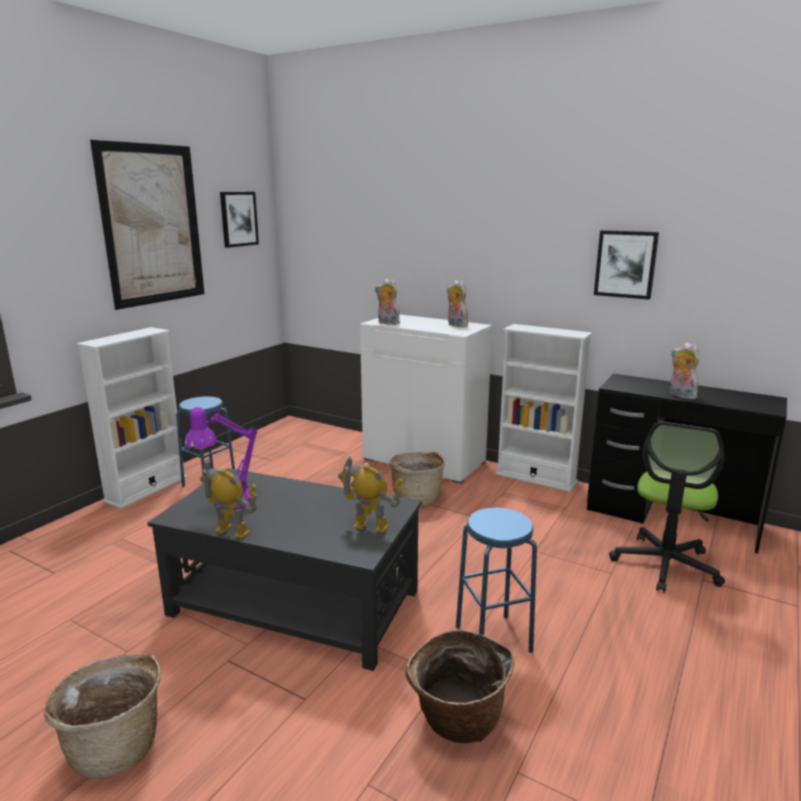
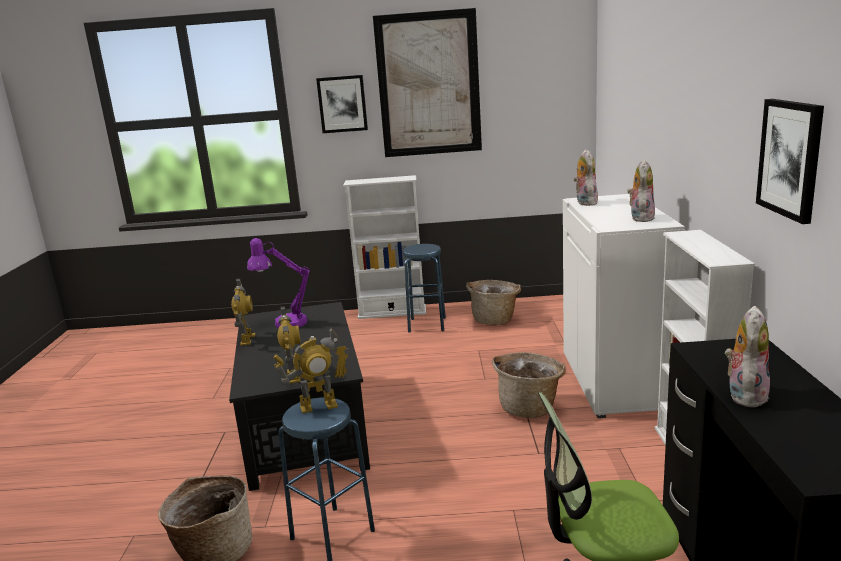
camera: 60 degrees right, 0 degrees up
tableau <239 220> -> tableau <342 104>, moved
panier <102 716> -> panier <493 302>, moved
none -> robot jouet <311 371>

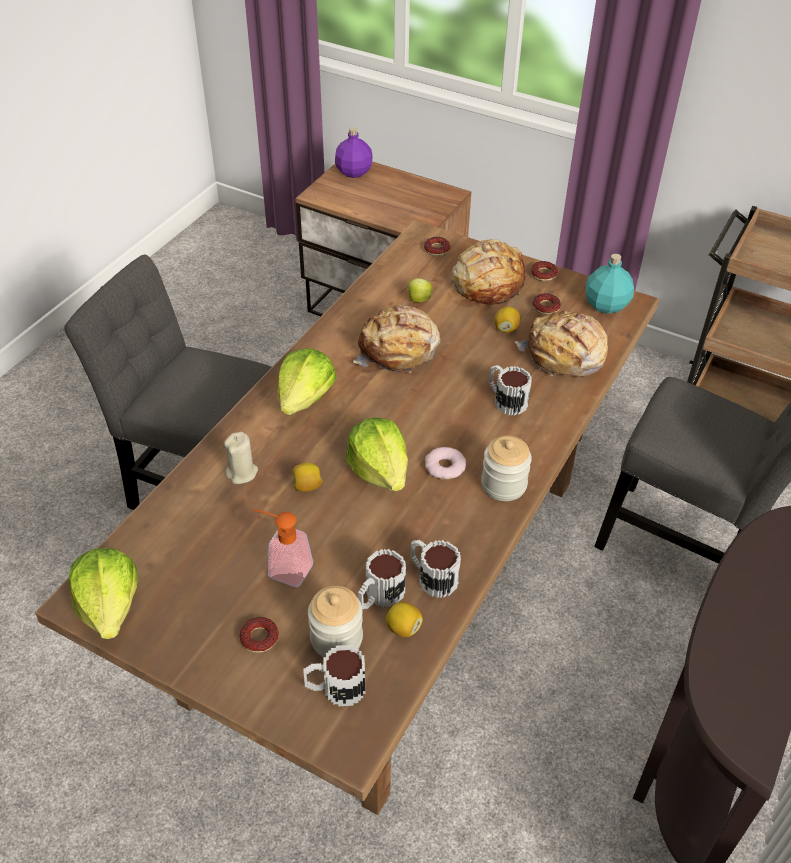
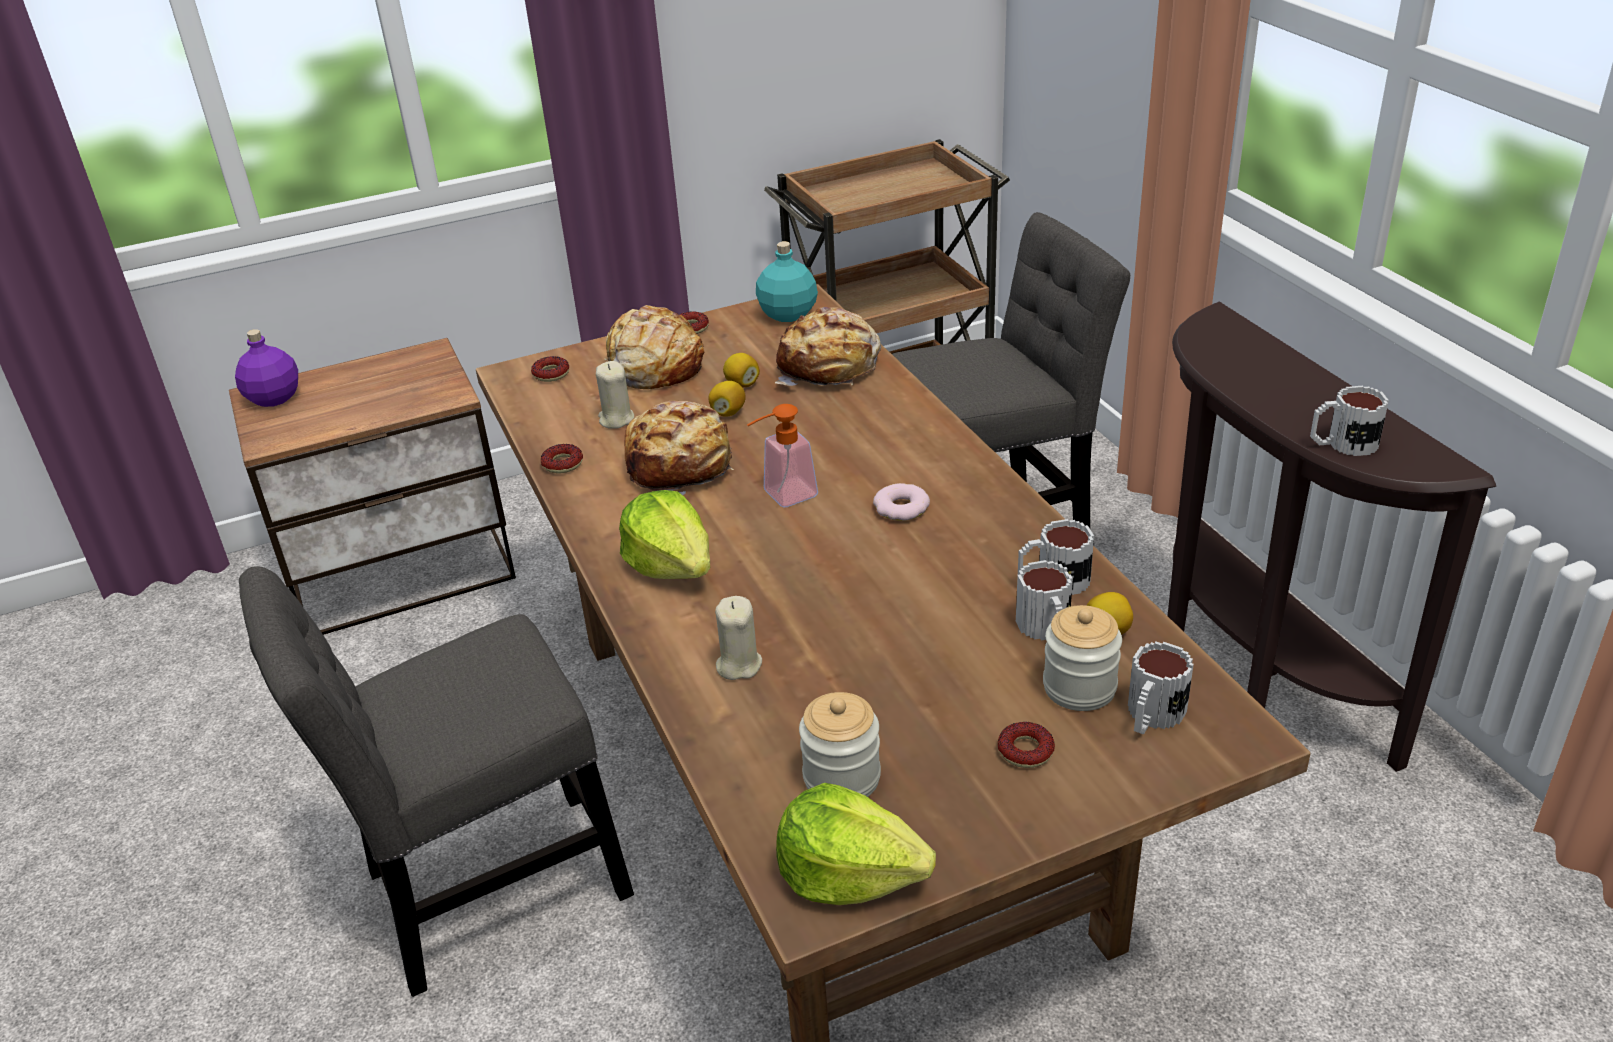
camera: 50 degrees left, 10 degrees down
pomme <419 290> -> bougie (beige) <615 395>
beignet <546 304> -> beignet <562 459>, moved
mug <510 390> -> mug <1349 421>, moved
laitue <376 454> -> none
bocal <506 468> -> bocal <840 744>, moved
citron <307 477> -> citron <727 398>, moved
distributeur de savon <283 548> -> distributeur de savon <782 455>, moved

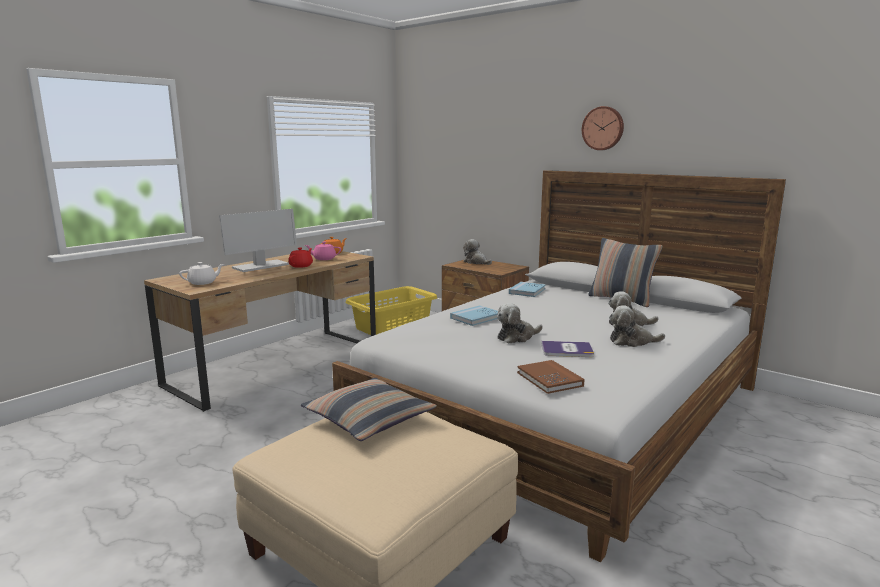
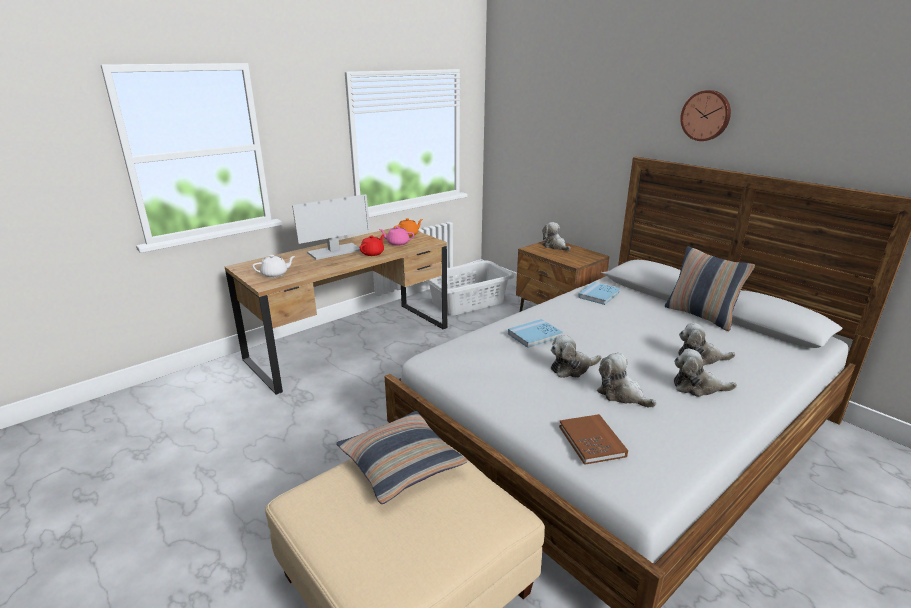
camera: 10 degrees right, 10 degrees up
panier à linge (jaune) <391 310> -> panier à linge (gris) <470 288>
livre <567 349> -> peluche <627 380>

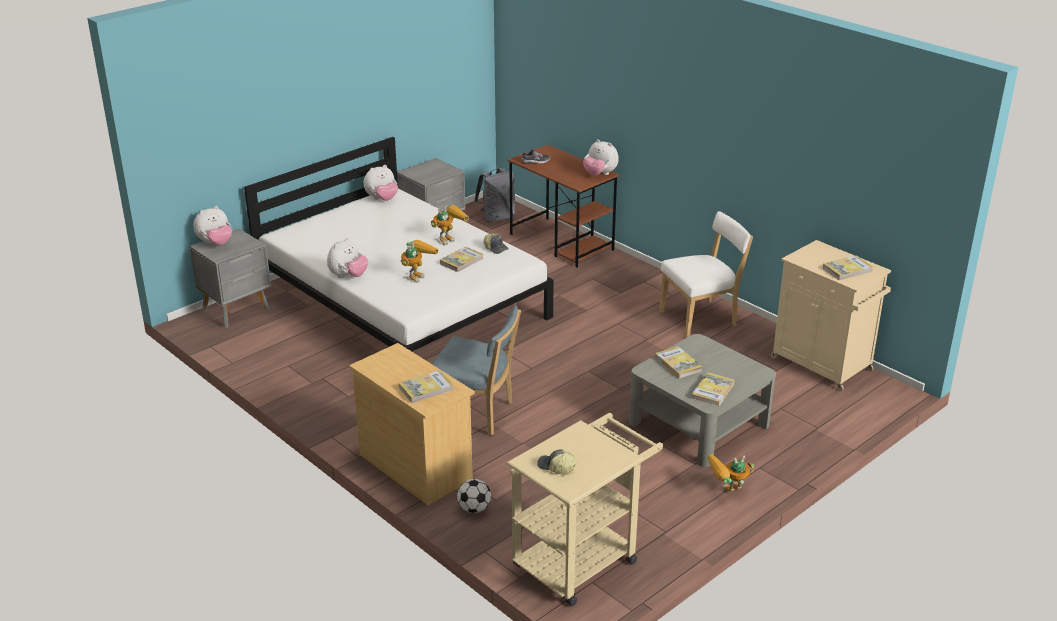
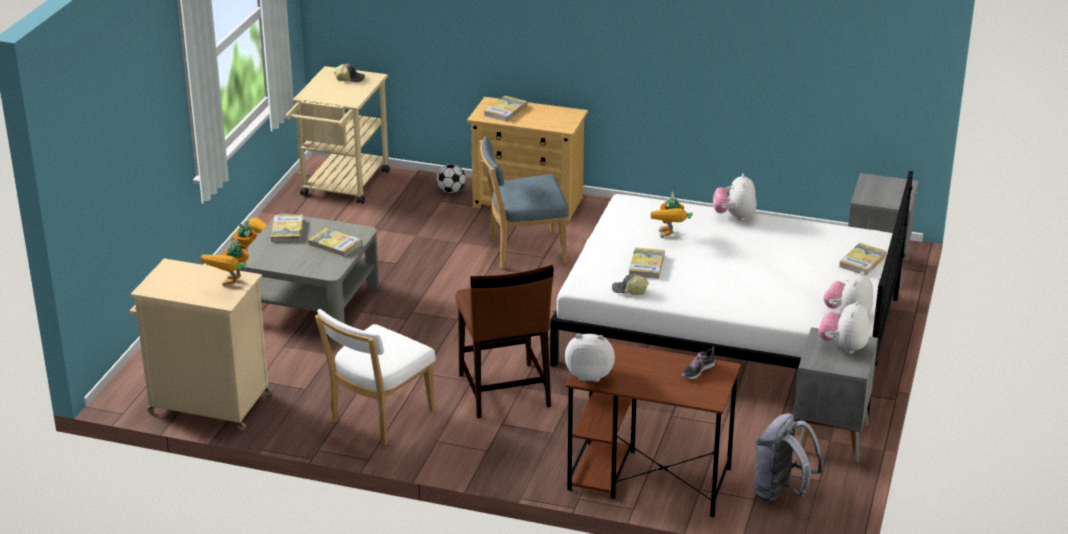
camera: 150 degrees right, 0 degrees up
robot jouet <450 225> -> robot jouet <224 261>, moved
peluche <212 225> -> peluche <843 327>, moved
livre <848 267> -> livre <863 259>, moved
none -> chaise (marron) <505 342>

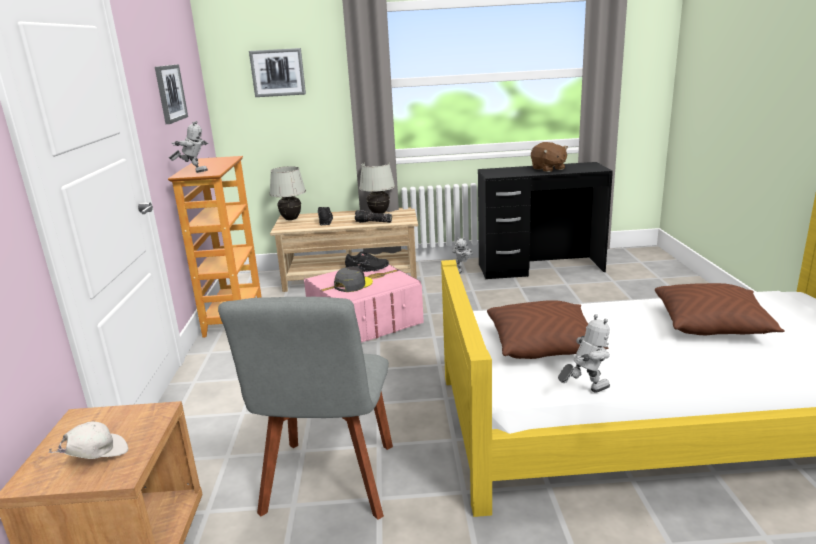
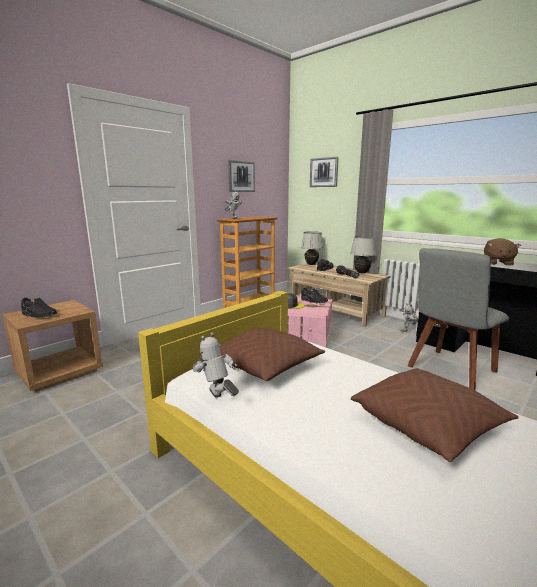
camera: 45 degrees right, 5 degrees down
chaise (gris) <305 408> -> chaise (gris) <458 319>, moved
robot jouet <584 353> -> robot jouet <216 365>, 150 degrees counterclockwise
casquette (blanc) <88 440> -> chaussure (noir) <39 308>

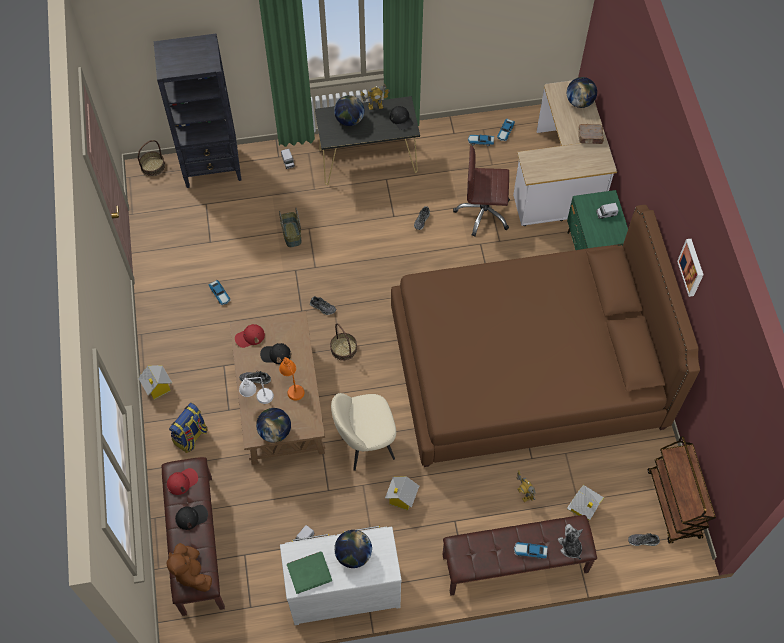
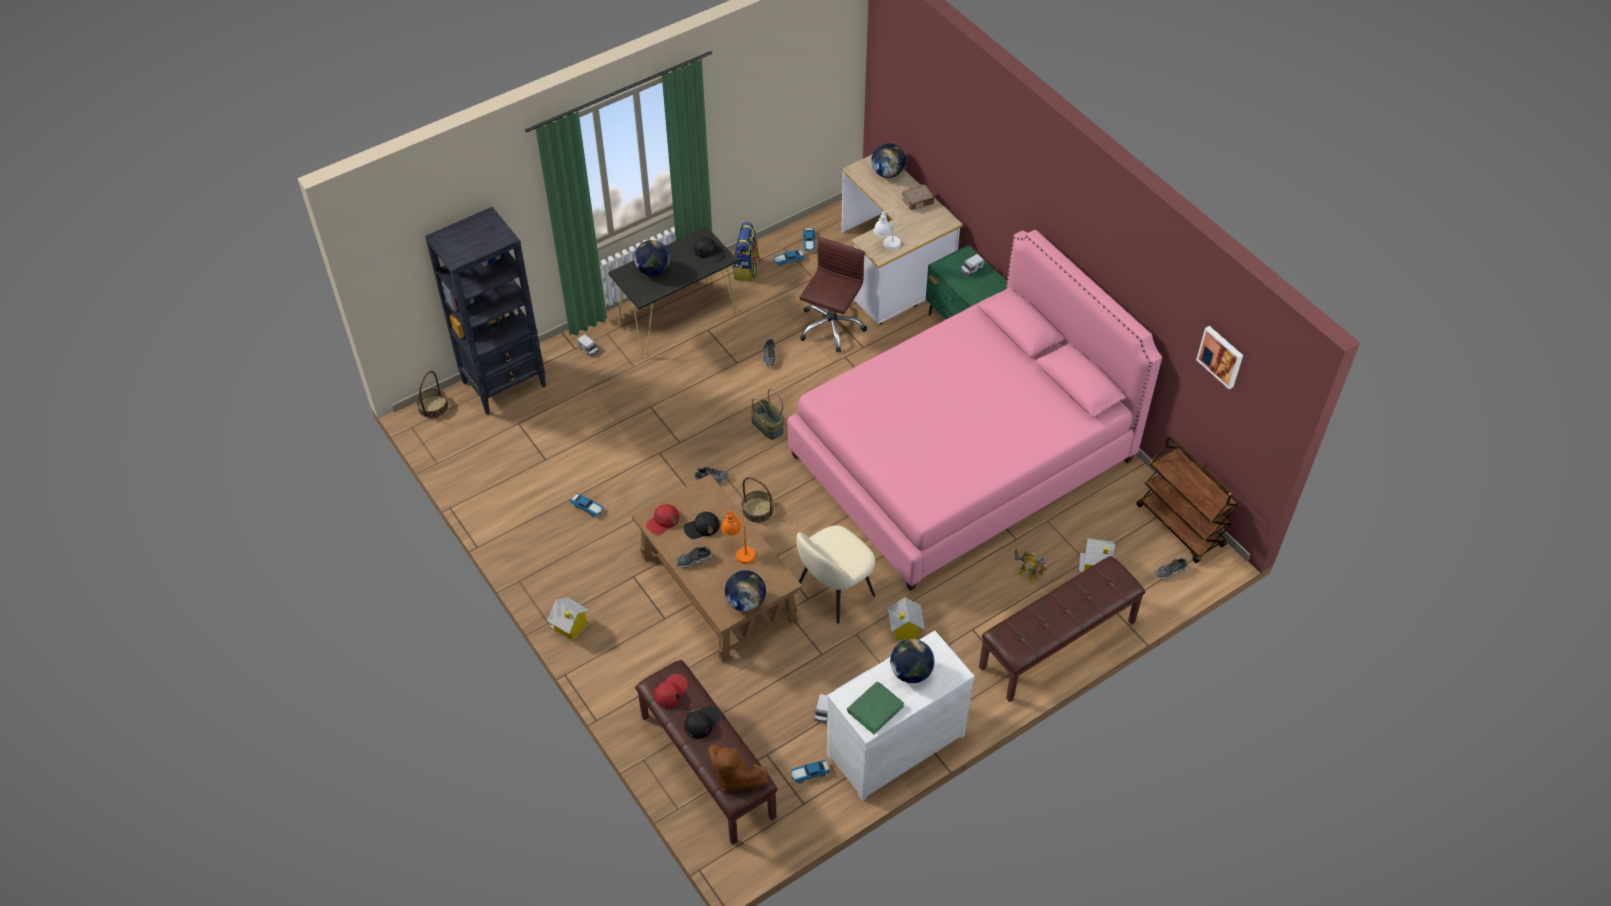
camera: 25 degrees left, 10 degrees down
robot jouet <375 96> -> none
chaise de bureau (marron) <481 191> -> chaise de bureau (marron) <833 294>, 135 degrees clockwise
lit (marron) <545 336> -> lit (rose) <974 410>
panier <290 227> -> panier <767 414>, moved
tableau <690 268> -> tableau <1219 357>, moved
lampe de table (blanc) <256 390> -> lampe de table (blanc) <887 230>, moved
sac à dos <188 428> -> sac à dos <746 251>, moved
peluche <570 542> -> none
petite voiture <531 550> -> petite voiture <810 771>, moved

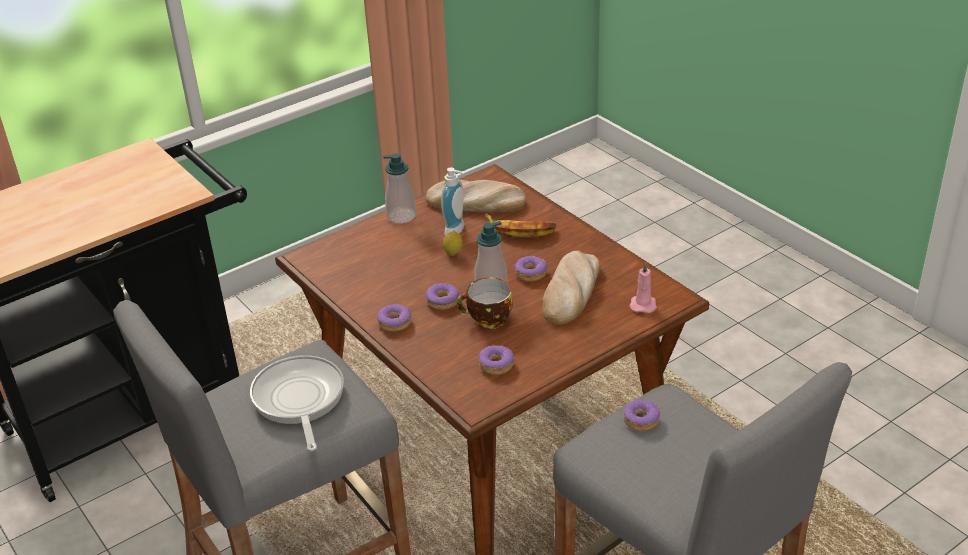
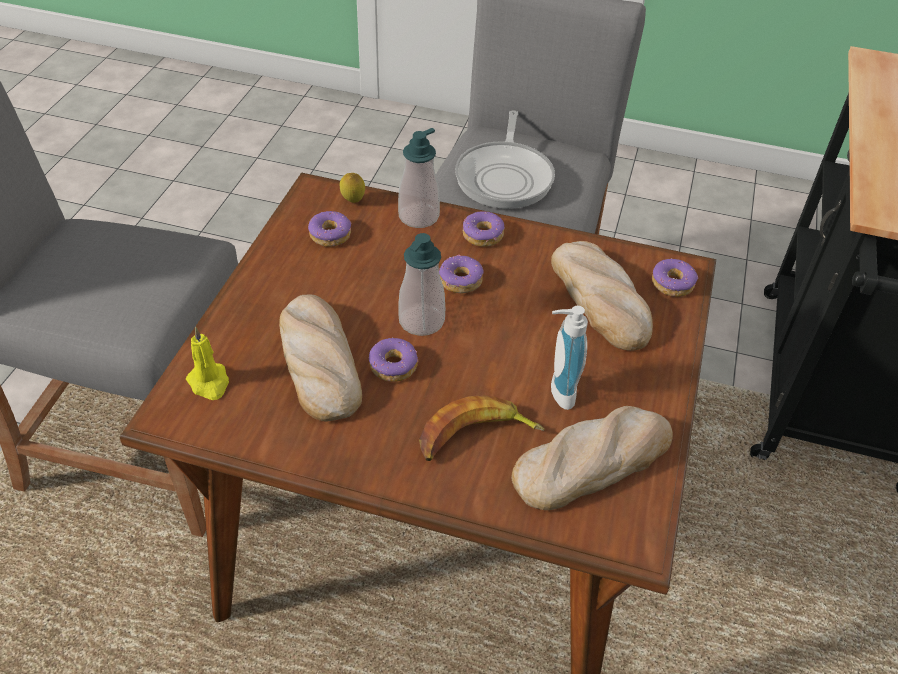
camera: 140 degrees right, 10 degrees up
distributeur de savon <399 188> -> distributeur de savon <419 178>, moved
citron <452 243> -> citron <352 188>, moved
bougie (rose) <643 287> -> bougie (jaune) <207 363>
tasse <485 303> -> none
poêle <297 403> -> poêle <505 160>, 60 degrees clockwise
beignet <641 415> -> beignet <675 278>, moved
none -> pain <602 296>

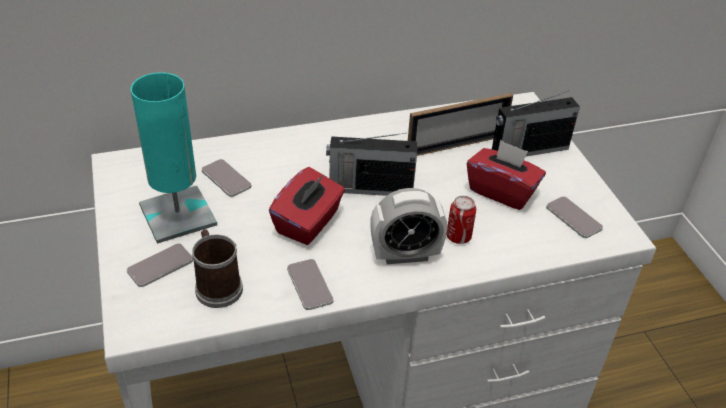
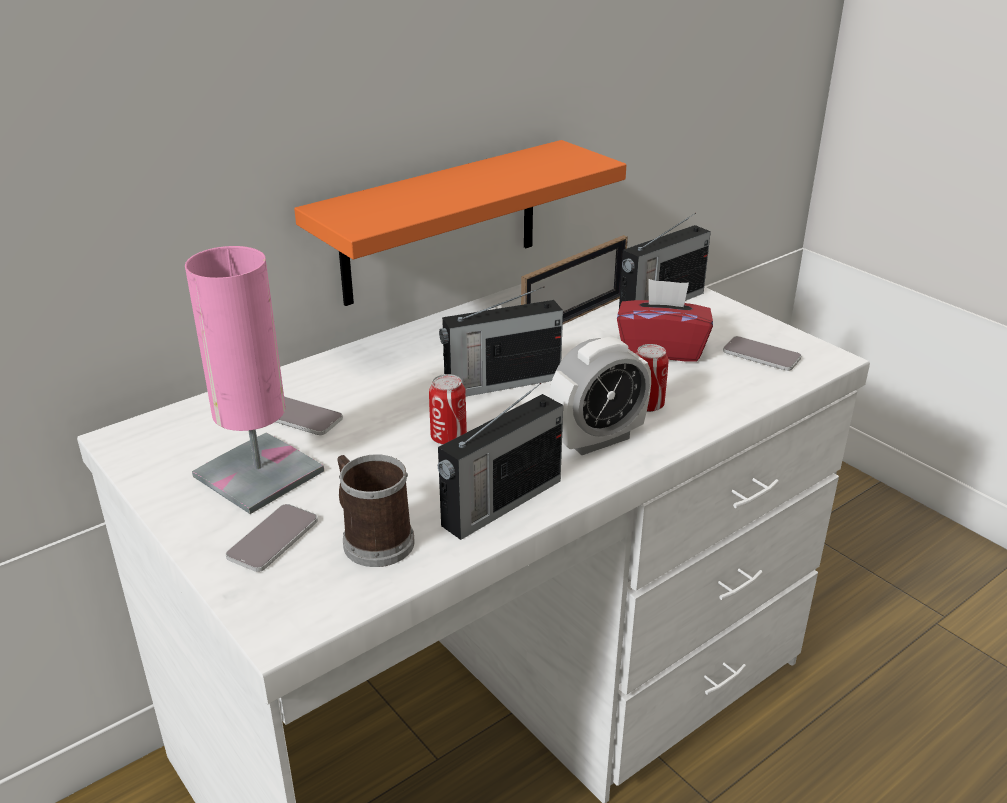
camera: 20 degrees left, 10 degrees down
lampe de table (turquoise) <174 158> -> lampe de table (rose) <254 380>
boîte à mouchoirs (rouge) <307 206> -> boîte métallique <448 409>
téléphone <310 284> -> radio <500 461>
none -> étagère (orange) <460 223>

